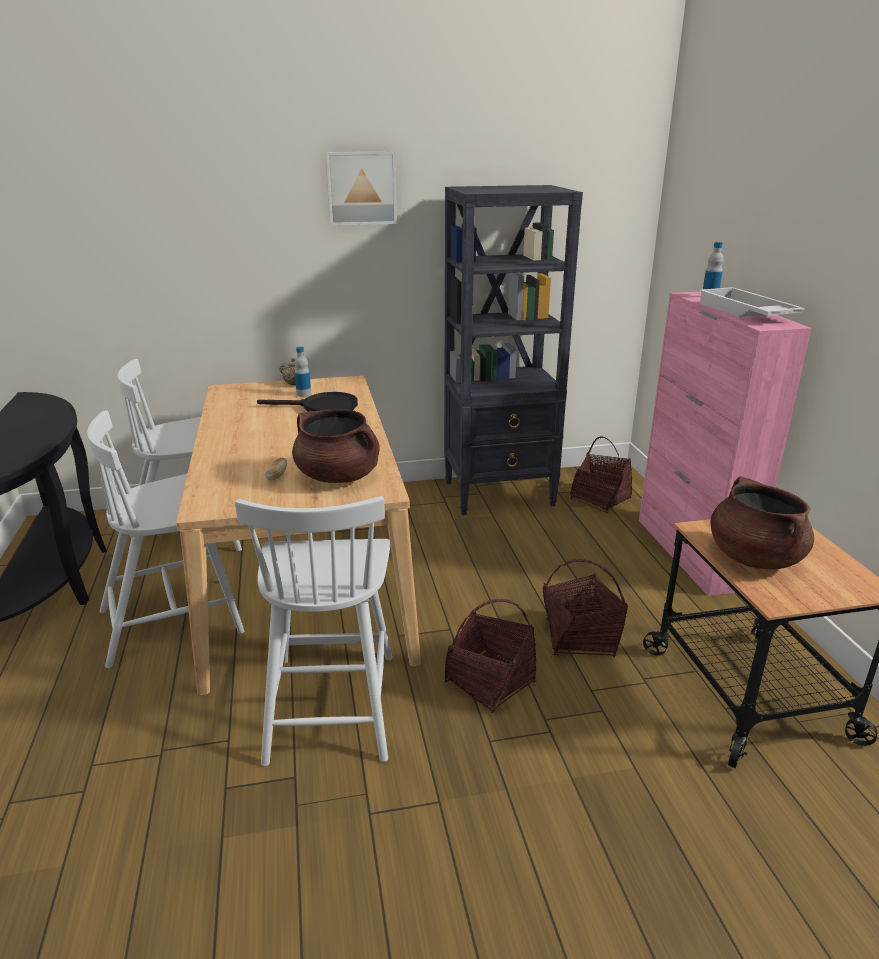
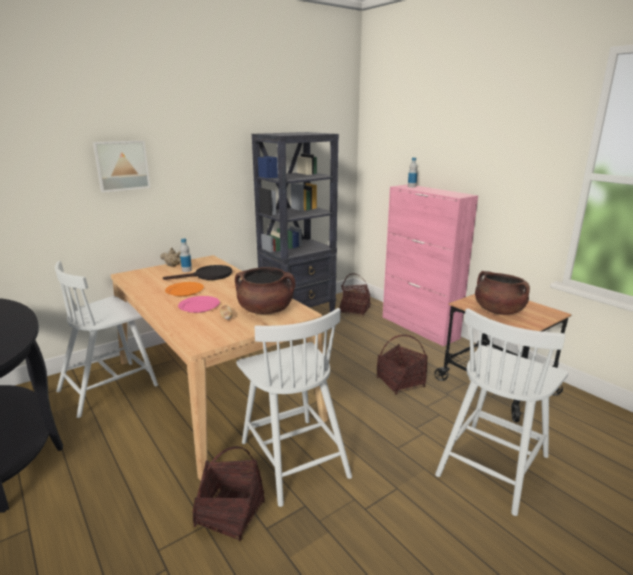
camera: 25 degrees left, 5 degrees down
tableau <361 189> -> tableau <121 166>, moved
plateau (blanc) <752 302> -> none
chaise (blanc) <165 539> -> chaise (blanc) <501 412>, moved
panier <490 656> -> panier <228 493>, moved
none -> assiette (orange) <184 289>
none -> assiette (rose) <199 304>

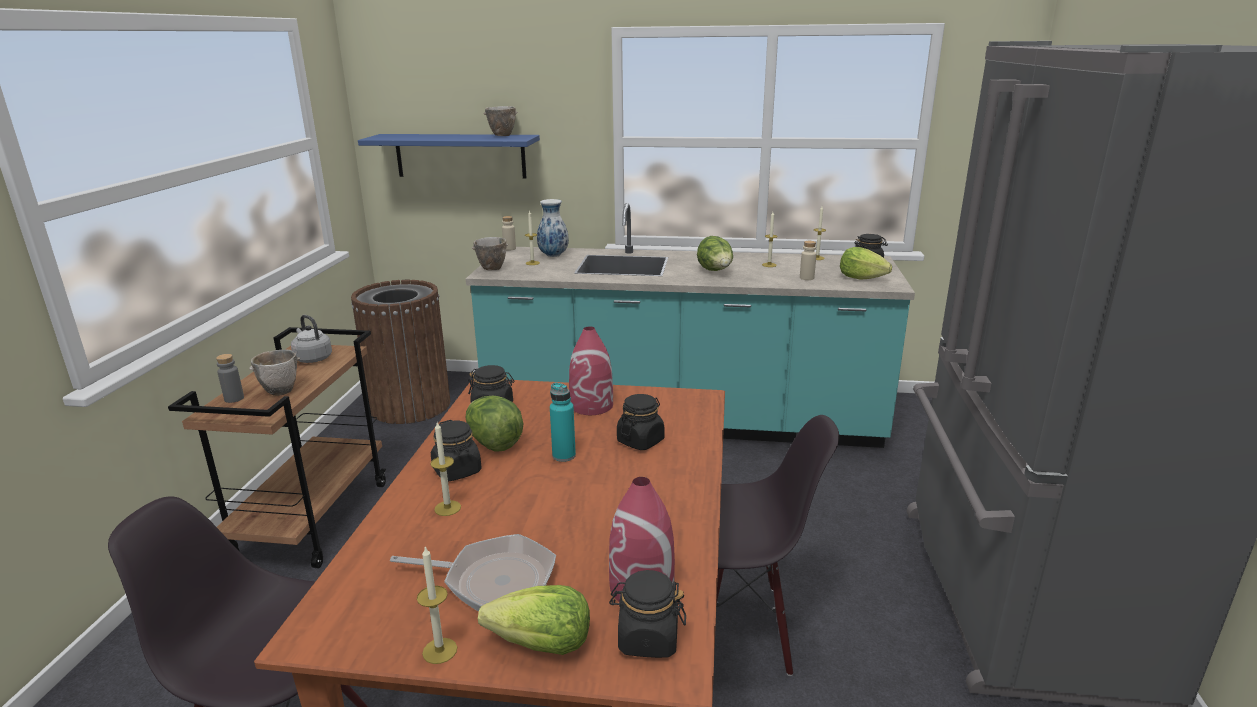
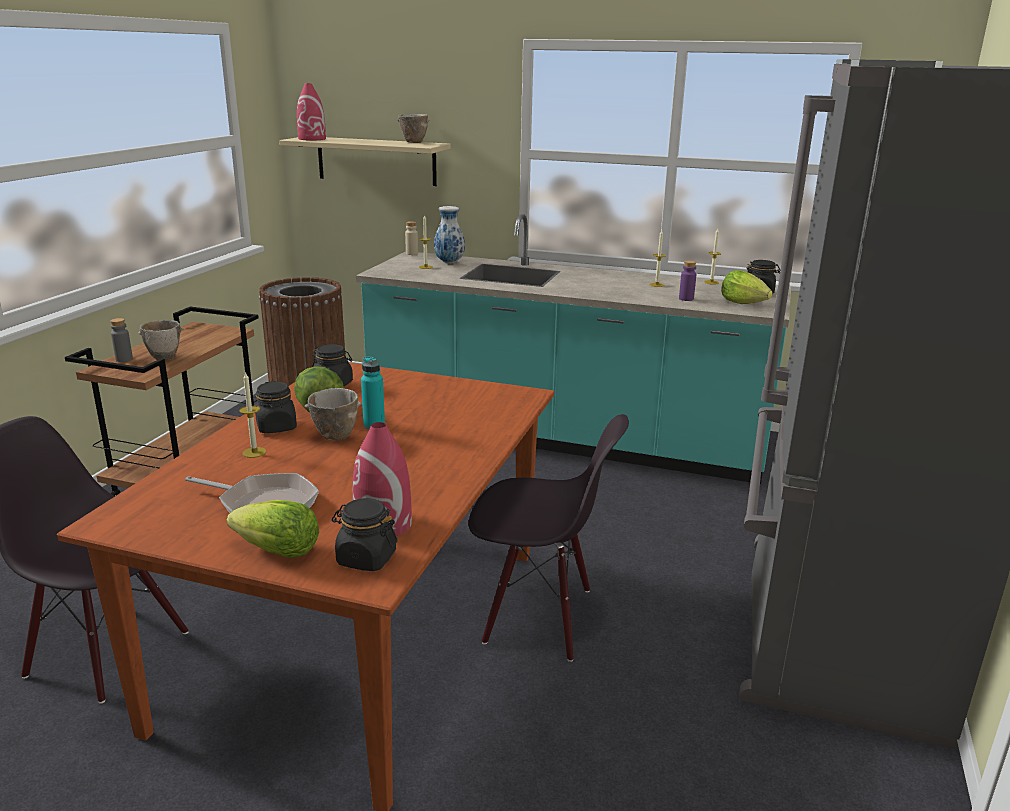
camera: 10 degrees right, 0 degrees up
étagère (bleu) <449 156> -> étagère (beige) <365 161>
laitue <715 253> -> none
bol <490 253> -> bol <333 414>, moved
bouteille (beige) <808 260> -> bouteille (violet) <687 280>
bouilloire (gris) <311 339> -> none
vase (rouge) <591 370> -> vase (rouge) <311 111>, moved
bocal (noir) <640 422> -> none
bougie <437 605> -> none

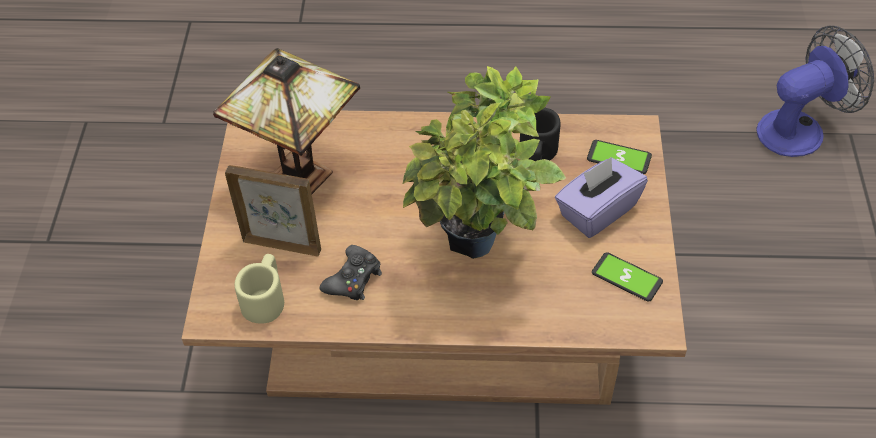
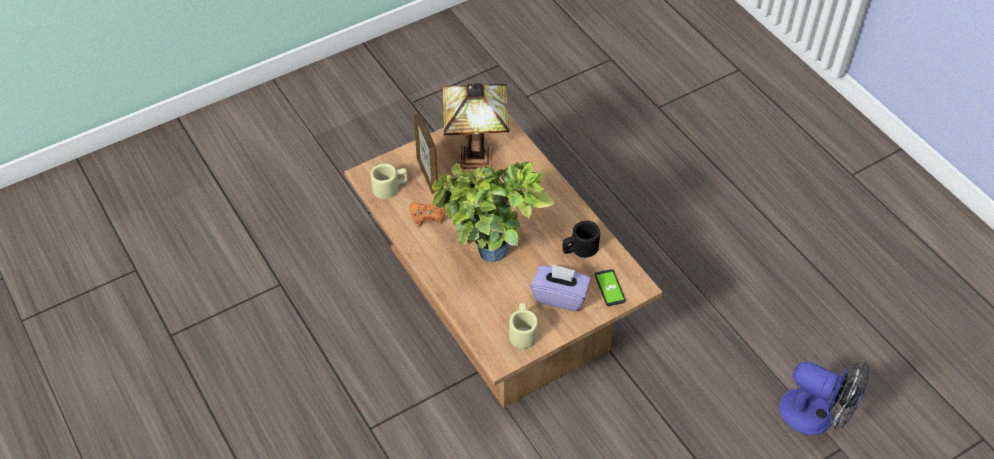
camera: 55 degrees right, 0 degrees up
manette (noir) <351 272> -> manette (orange) <427 214>
téléphone <627 277> -> mug (beige) <523 326>

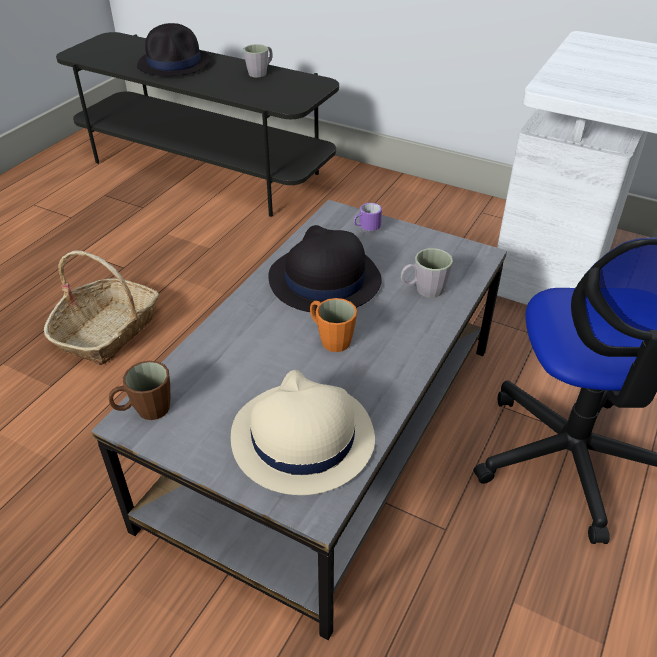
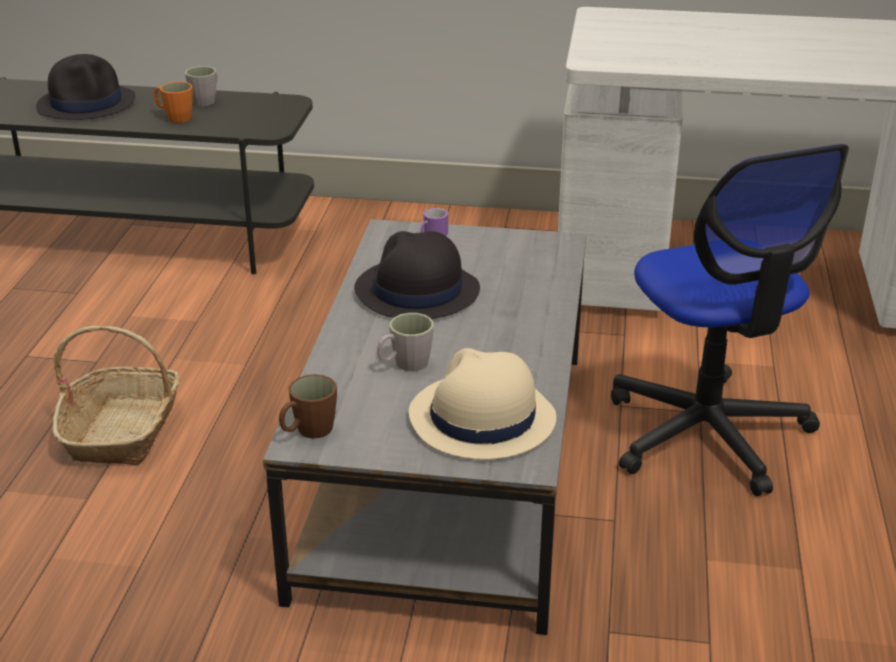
camera: 20 degrees left, 10 degrees down
mug (gris) <427 273> -> mug (gris) <405 342>, moved
mug (orange) <333 325> -> mug (orange) <173 102>, moved

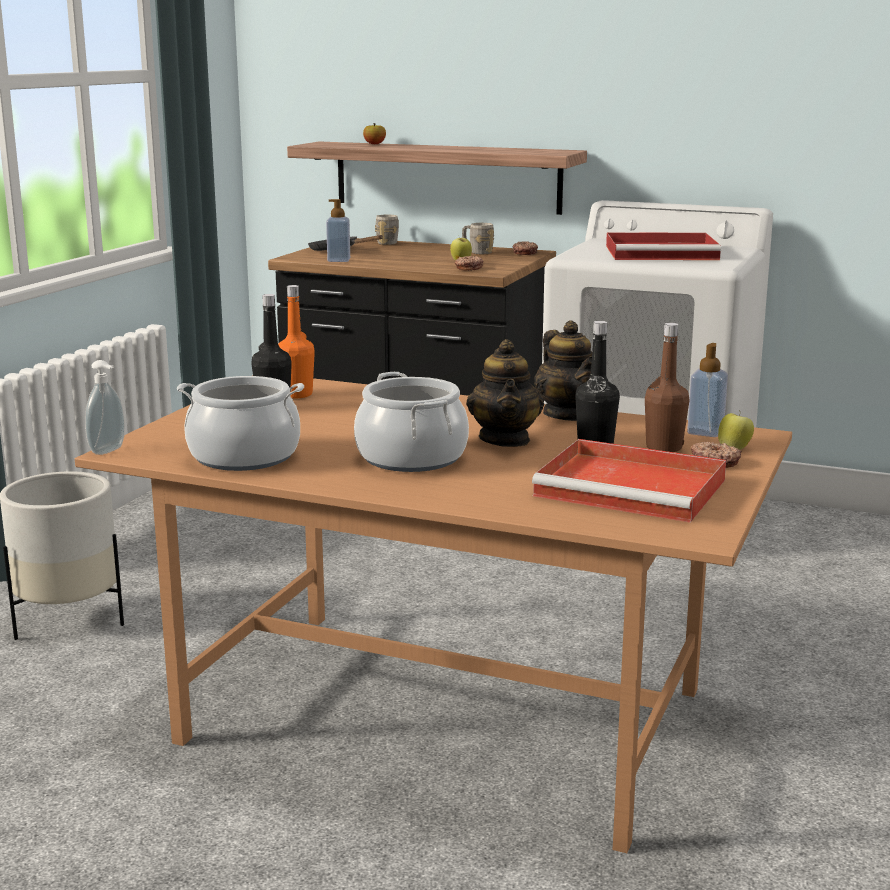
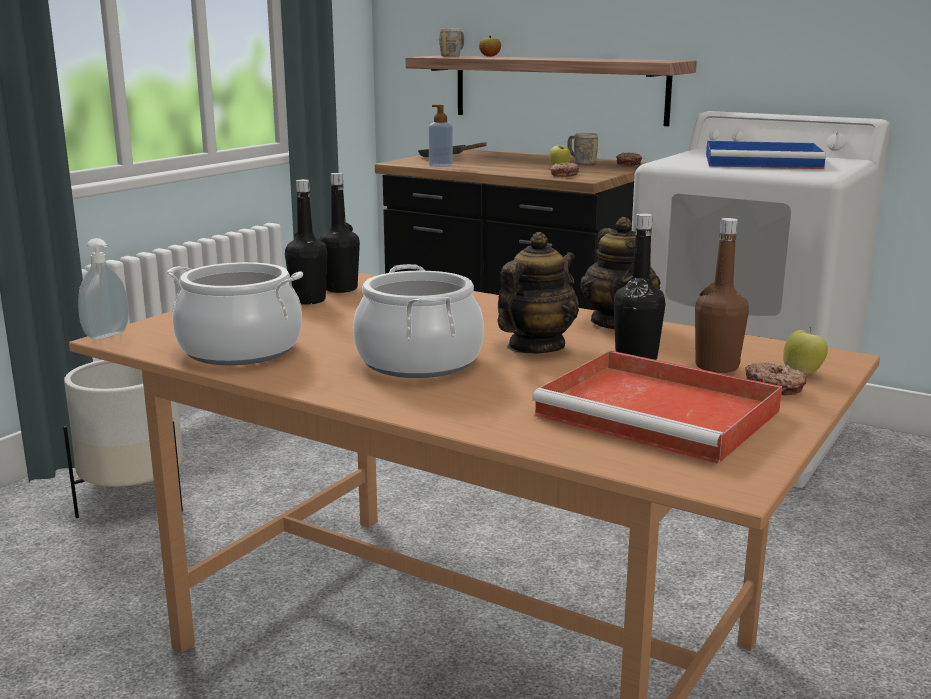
camera: 10 degrees right, 0 degrees up
mug (gris) <387 230> -> mug (gris) <451 42>, moved
plateau (rouge) <663 246> -> plateau (bleu) <766 155>
bouteille (orange) <296 341> -> bouteille (noir) <339 233>
théière <505 393> -> théière <538 293>, 150 degrees counterclockwise
distributeur de savon <707 390> -> none

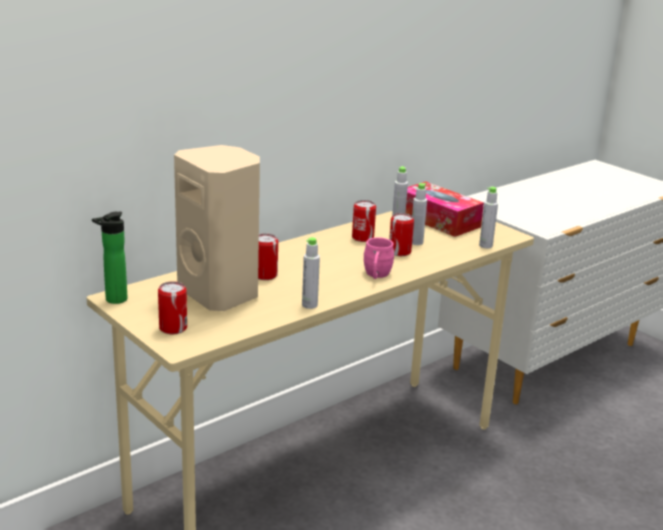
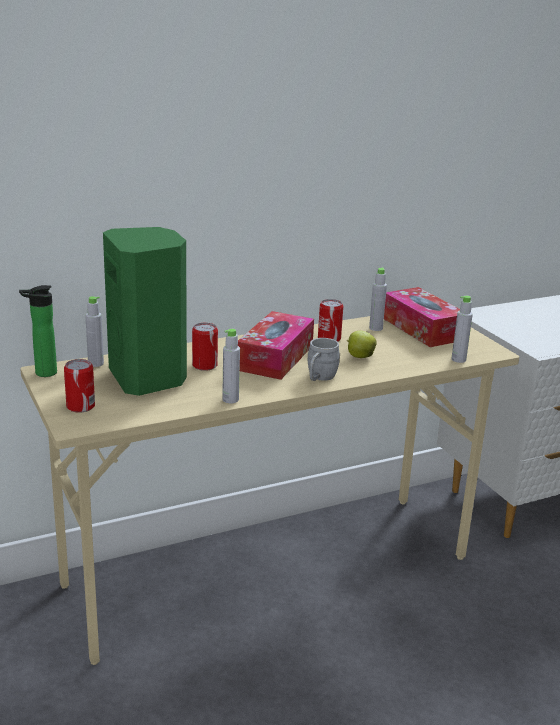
camera: 15 degrees right, 0 degrees up
enceinte (beige) <217 228> -> enceinte (vert) <145 311>
bouteille (gris) <419 214> -> bouteille (gris) <94 331>, moved
boîte métallique <401 234> -> pomme <362 344>
mug (rose) <379 258> -> mug (gris) <324 359>
none -> boîte à mouchoirs <276 345>

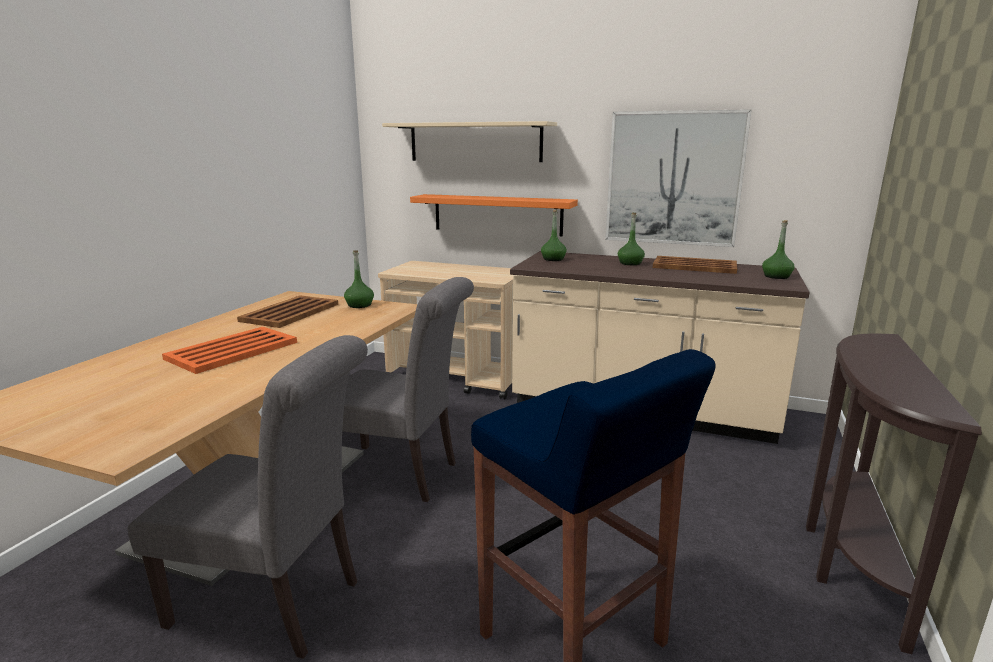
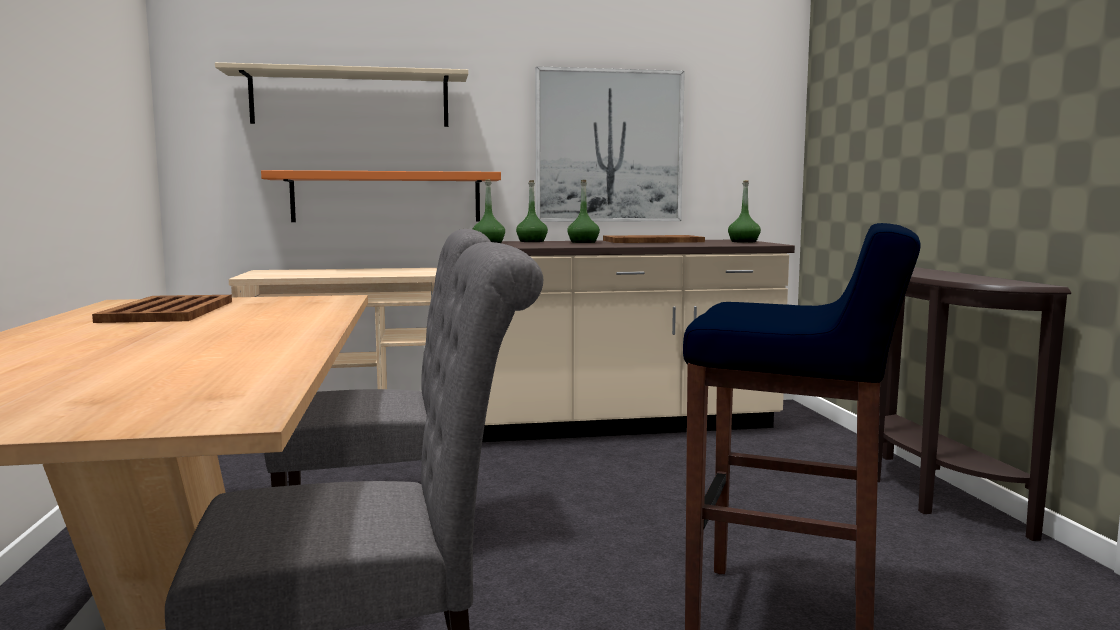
camera: 30 degrees left, 10 degrees down
bouteille (vert) <359 279> -> bouteille (vert) <532 211>, moved
plateau (orange) <229 350> -> none

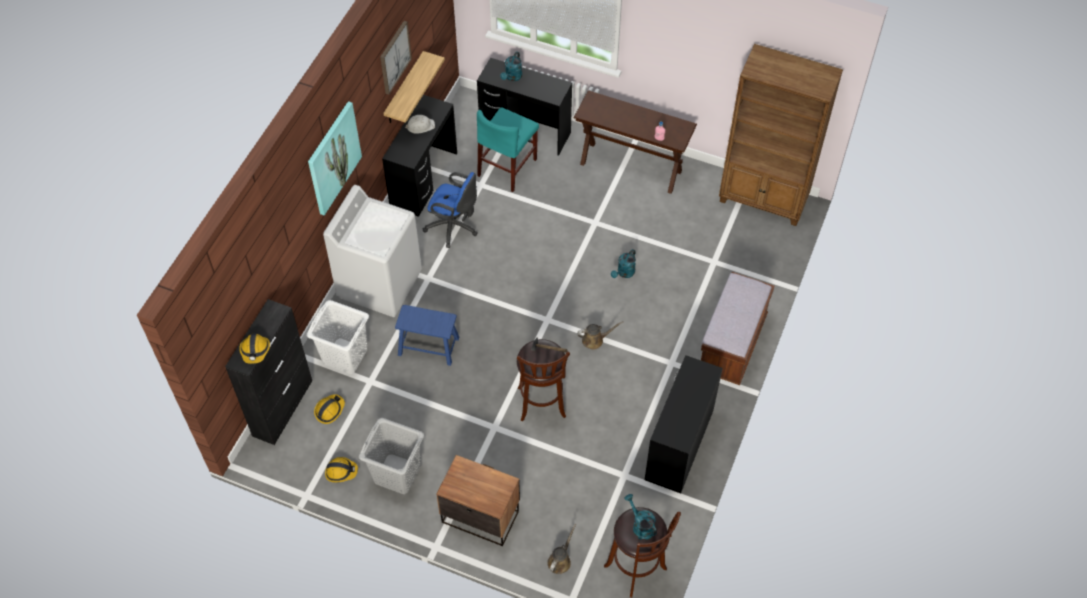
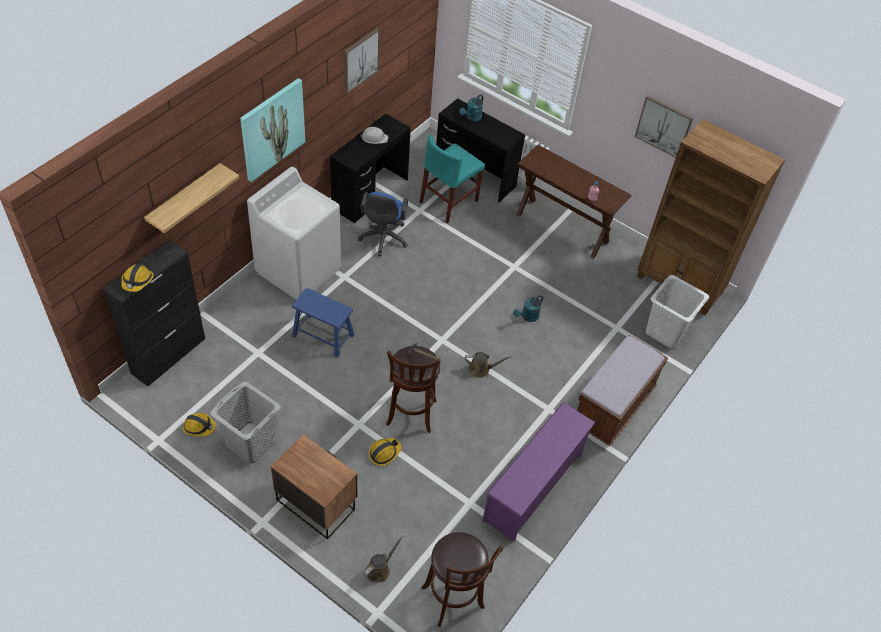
camera: 10 degrees right, 5 degrees down
étagère <414 87> -> étagère <191 198>, moved
chaise de bureau (bleu) <450 210> -> chaise de bureau (bleu) <383 224>, 60 degrees clockwise
panier à linge (blanc) <338 337> -> panier à linge (blanc) <677 312>, moved
bureau (noir) <684 424> -> étagère à chaussures (violet) <539 471>
casque de chantier <329 409> -> casque de chantier <385 452>, moved
arrosoir (turquoise) <640 517> -> none
none -> tableau <664 126>

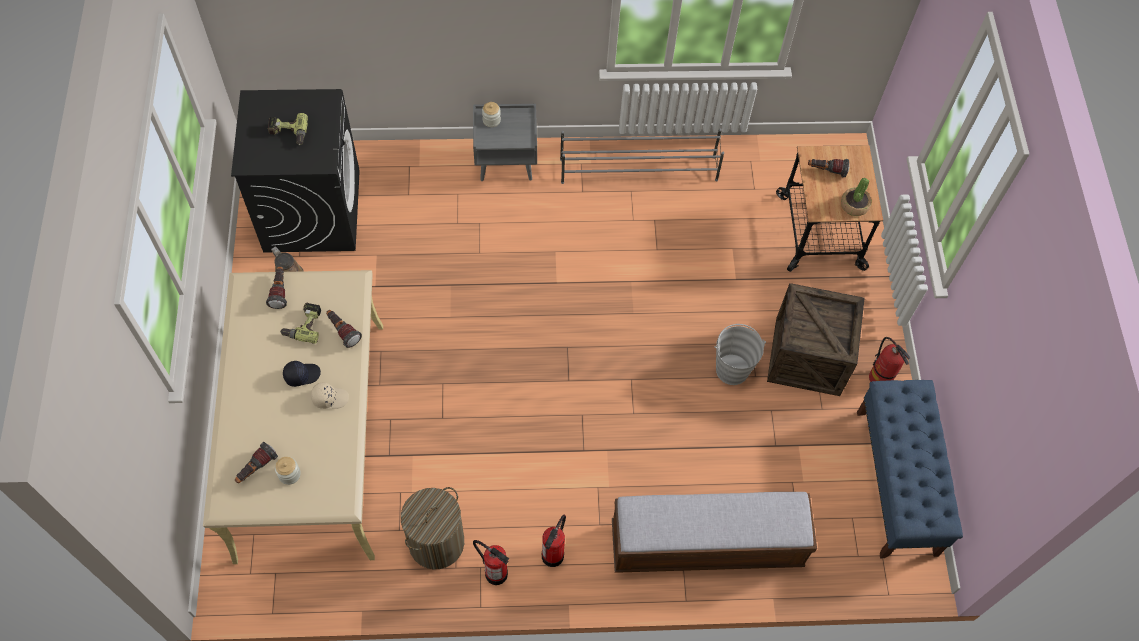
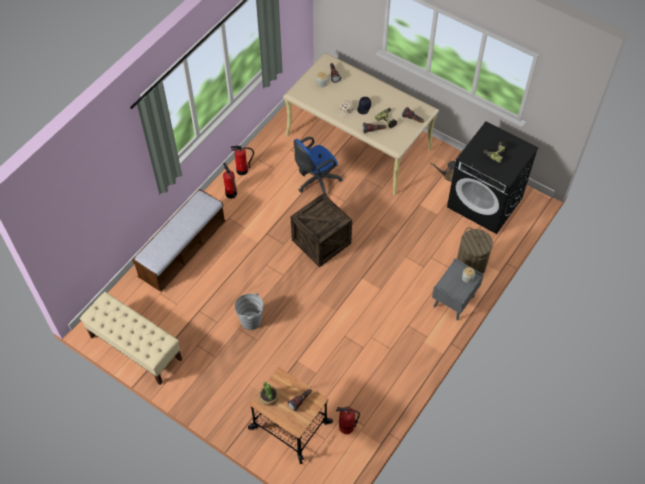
camera: 130 degrees right, 5 degrees down
étagère à chaussures (gris) <642 156> -> none
caisse <816 339> -> caisse <321 230>, moved
extincteur <889 359> -> extincteur <348 420>, moved
banc (bleu) <910 469> -> banc (beige) <131 338>
panier à linge <432 528> -> panier à linge <475 250>, moved
none -> chaise de bureau (bleu) <318 166>

